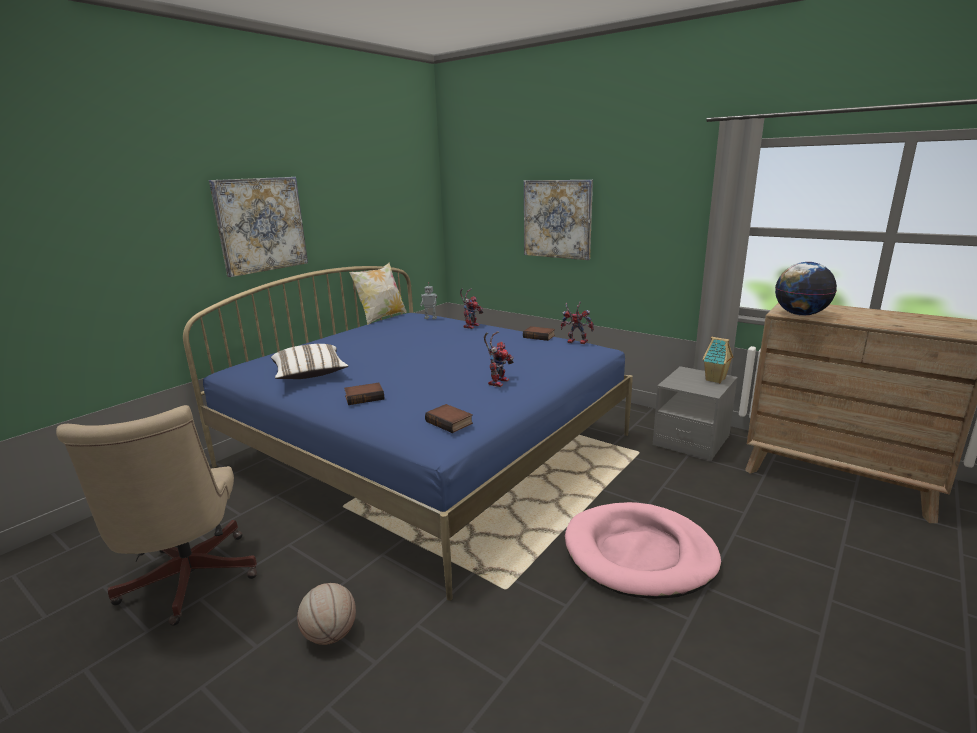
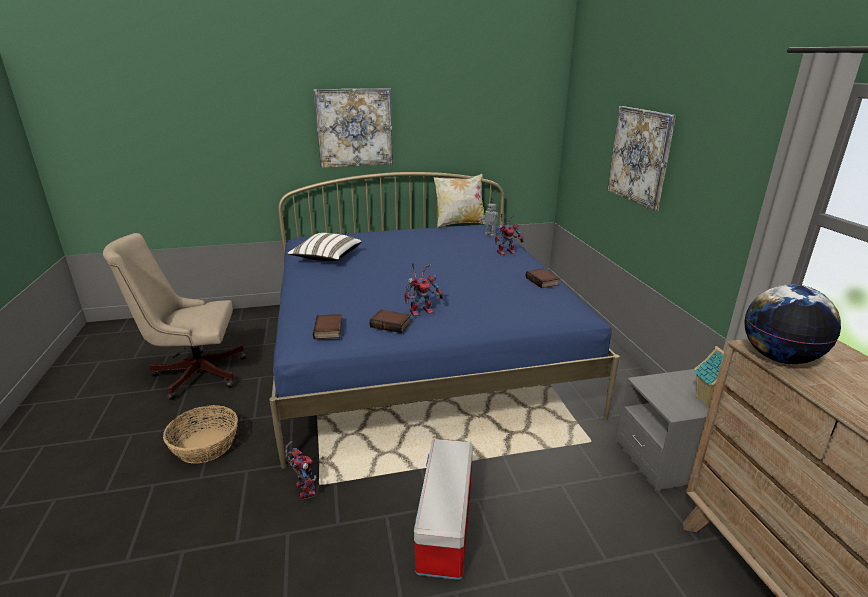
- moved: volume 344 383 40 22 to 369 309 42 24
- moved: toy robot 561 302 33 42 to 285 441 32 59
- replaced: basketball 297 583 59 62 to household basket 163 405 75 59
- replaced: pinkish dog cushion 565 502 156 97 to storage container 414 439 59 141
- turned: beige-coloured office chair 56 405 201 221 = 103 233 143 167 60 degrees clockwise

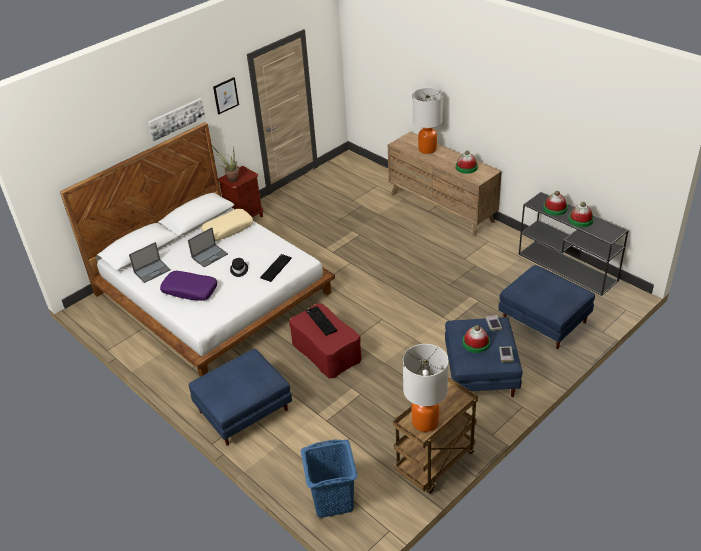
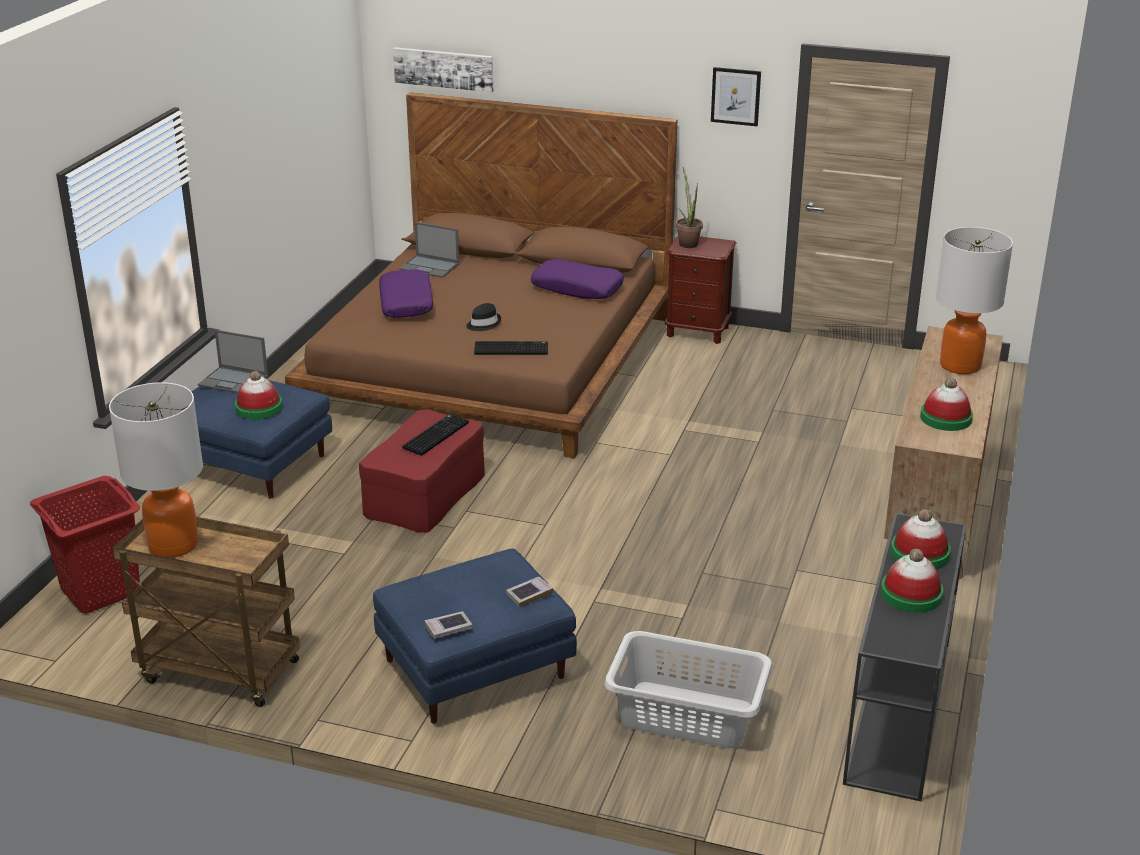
- moved: picture 148 98 57 43 to 393 47 101 45
- moved: notebook computer 188 227 40 40 to 198 330 70 63
- moved: wearable hat 463 325 27 28 to 235 371 48 48
- replaced: blue-coloured footrest 499 265 96 84 to greyish washing basket 604 631 168 118
- recoloured: white-coloured bed 60 122 275 255 to brown bed 285 92 392 366
- recoloured: beige-coloured cushion 201 209 52 32 to purple cushion 531 259 93 40
- recoloured: blue-coloured washing basket 301 440 57 78 to red-coloured washing basket 30 476 110 138

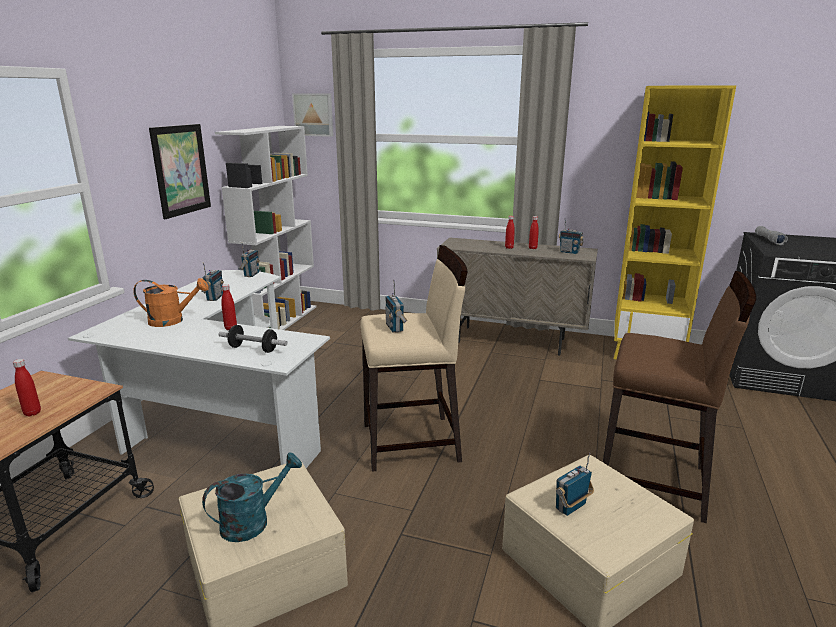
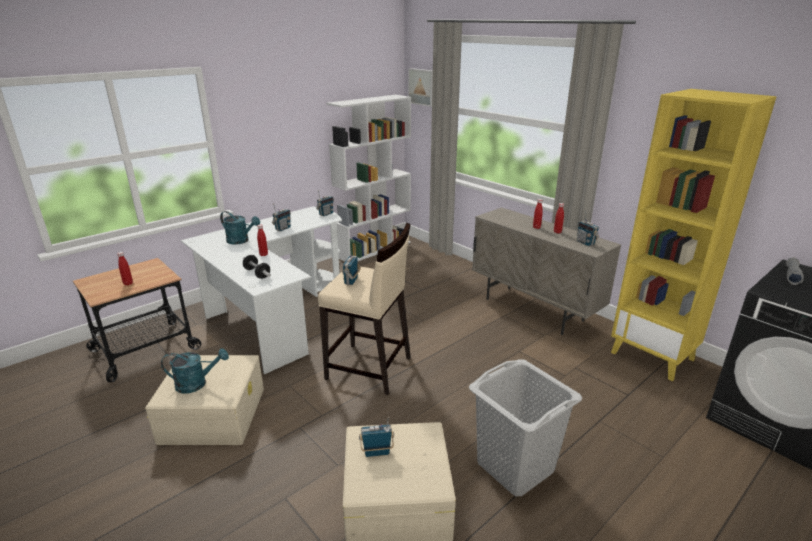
- removed: picture 149 124 62 95
- replaced: brown stool seat 603 271 153 252 to greyish washing basket 469 359 113 137
- recoloured: orange sprinkling can 133 278 76 49 to blue-green sprinkling can 220 211 40 33

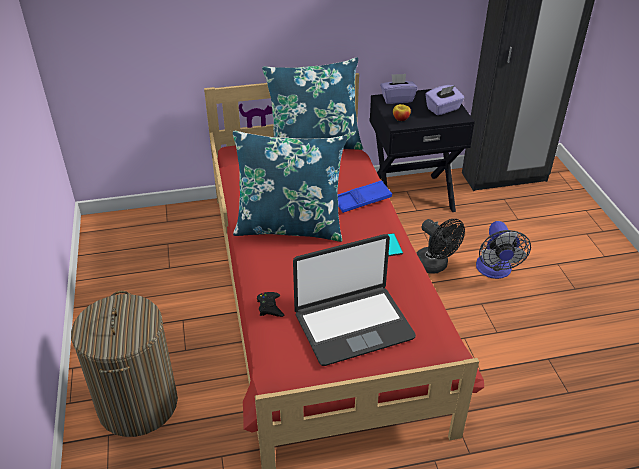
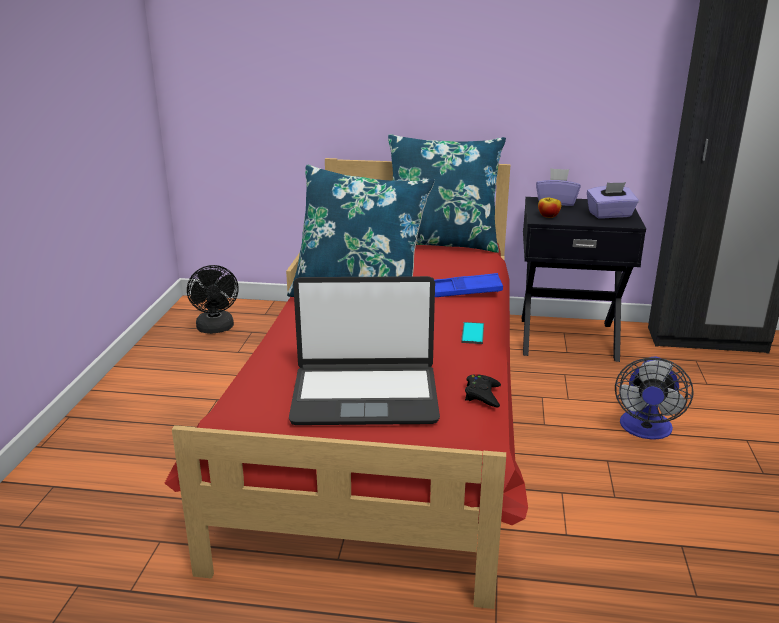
- removed: washing basket 71 291 107 146
- moved: blackish gamepad 257 292 27 25 to 465 374 36 33
- moved: blackish electric fan 416 219 49 55 to 187 265 52 69

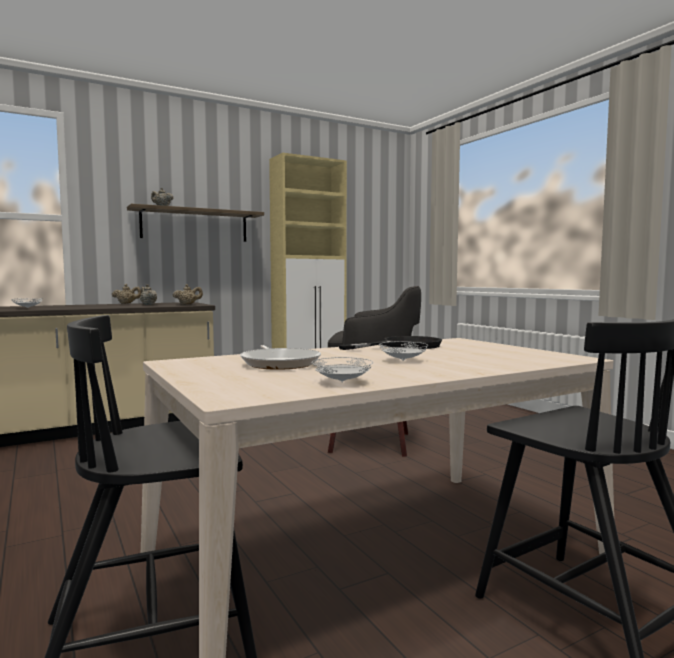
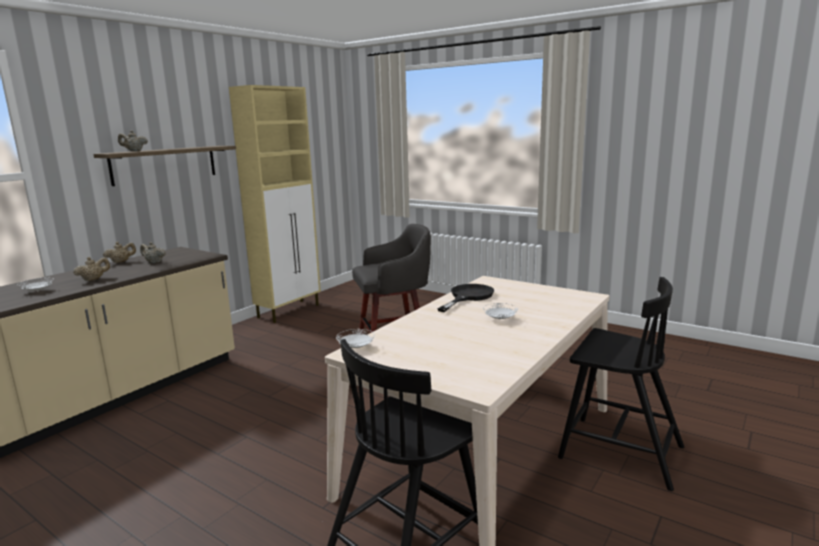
- removed: skillet 240 345 81 25
- moved: beige-coloured tea pot 173 284 30 21 to 73 257 37 24
- moved: white-coloured flat dish 311 357 62 26 to 336 329 39 19

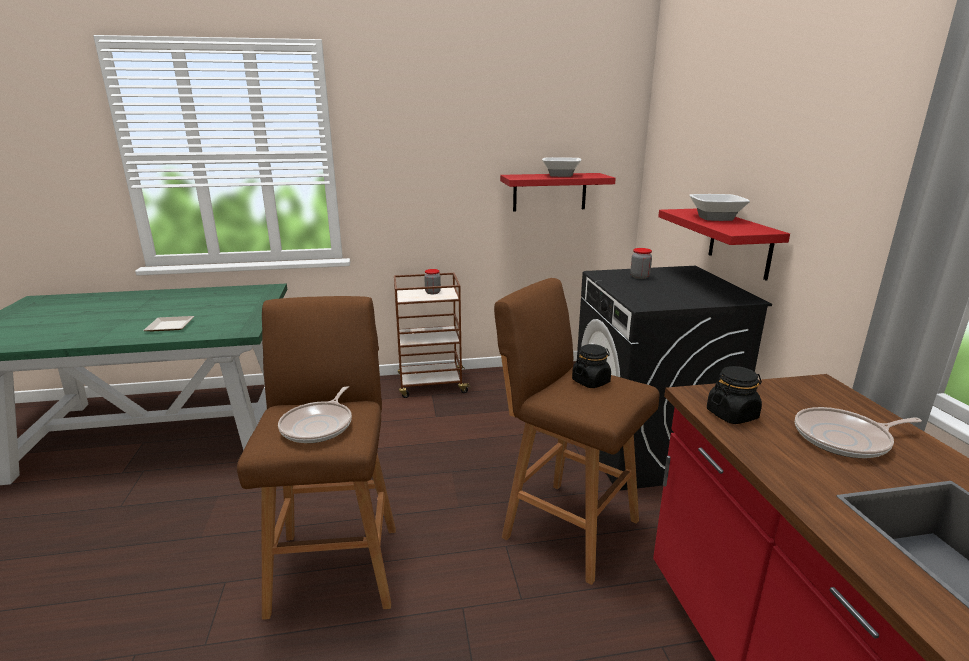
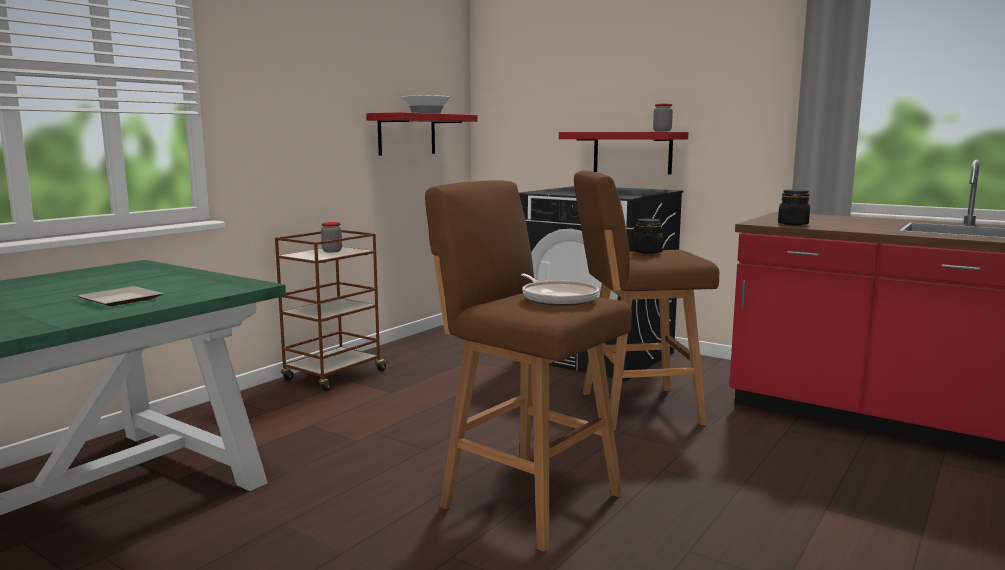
- removed: bowl 689 194 61 27
- removed: skillet 795 407 127 51
- moved: preserve jar 630 248 22 31 to 653 104 20 28

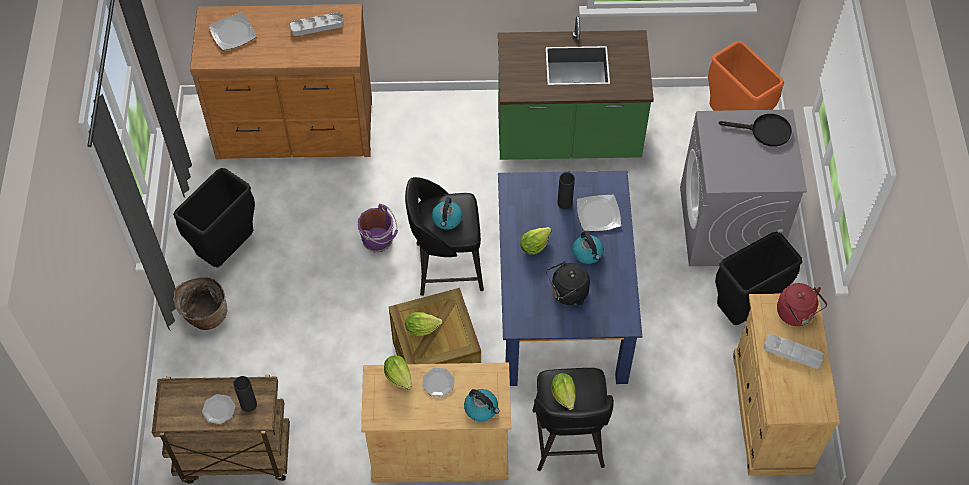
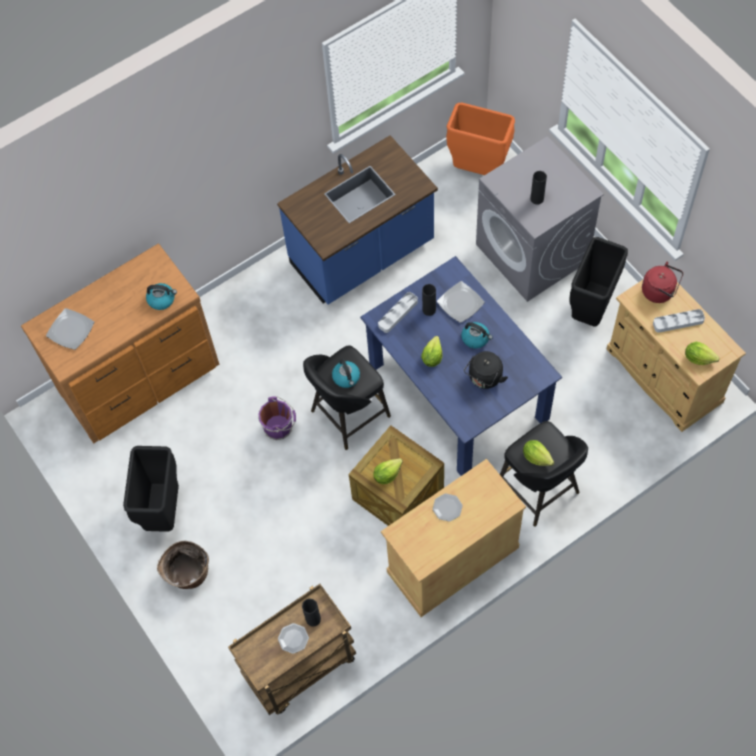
- removed: blackish skillet 719 114 73 33
- added: blackish vase 531 171 16 34
- moved: greyish tray 290 12 54 24 to 378 292 40 41
- moved: lettuce 384 355 28 35 to 685 342 35 23
- moved: kettle 464 389 36 32 to 146 283 31 27
- recoloured: green-coloured kitchen counter 498 16 156 144 to blue-coloured kitchen counter 277 135 161 169

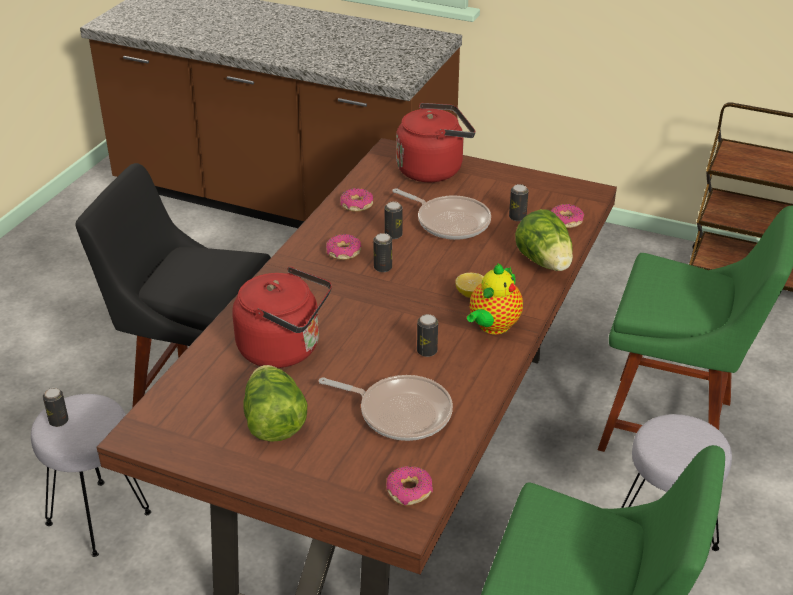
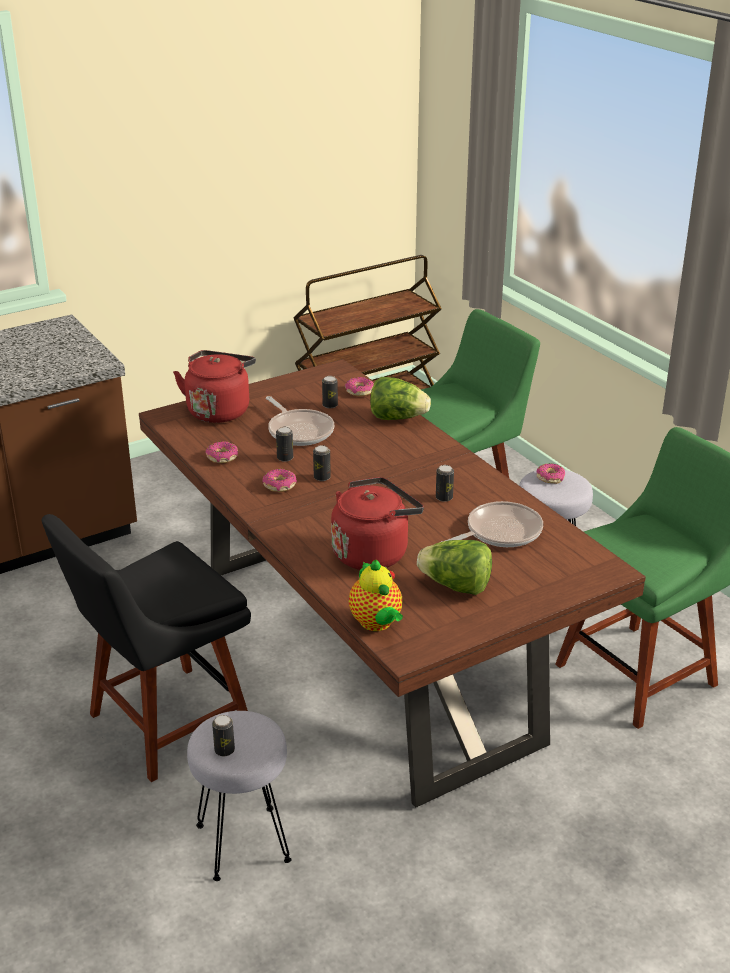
- removed: lemon 455 273 29 25
- moved: doughnut 386 466 47 39 to 536 463 29 21
- moved: tea pot 467 264 56 70 to 349 560 54 71
- turned: skillet 392 188 99 52 = 266 396 68 50 75 degrees clockwise

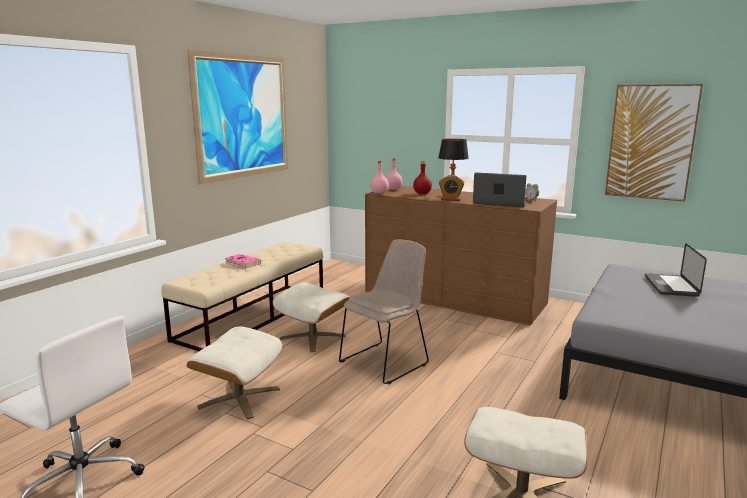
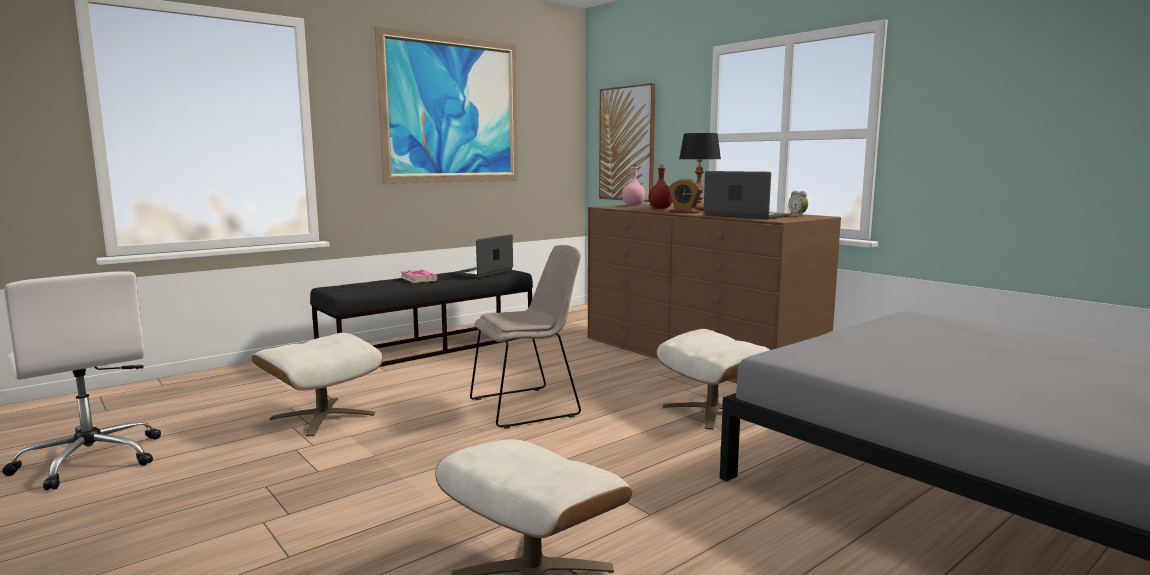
- removed: pinkish bottle 370 161 19 33
- moved: beige-coloured footrest 273 282 77 70 to 656 329 114 101
- moved: picture 605 84 98 117 to 599 83 57 119
- moved: notebook computer 645 243 62 54 to 451 234 62 45
- recoloured: beige-coloured indoor bench 162 242 161 109 to blackish indoor bench 310 270 223 97

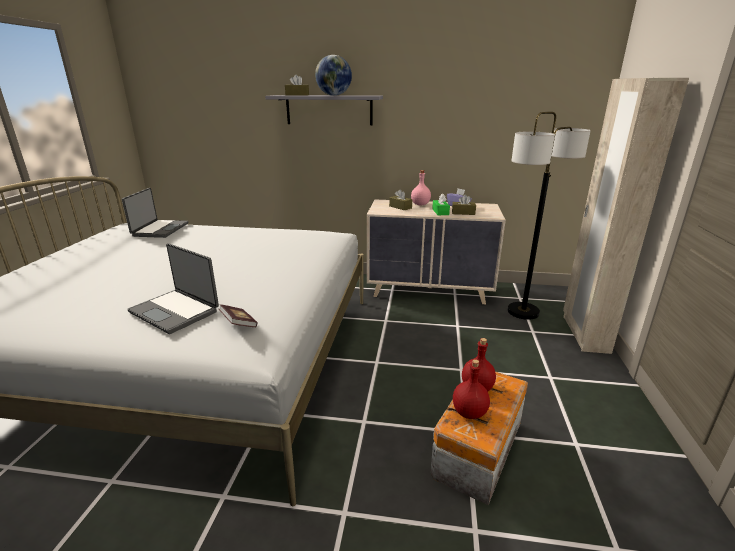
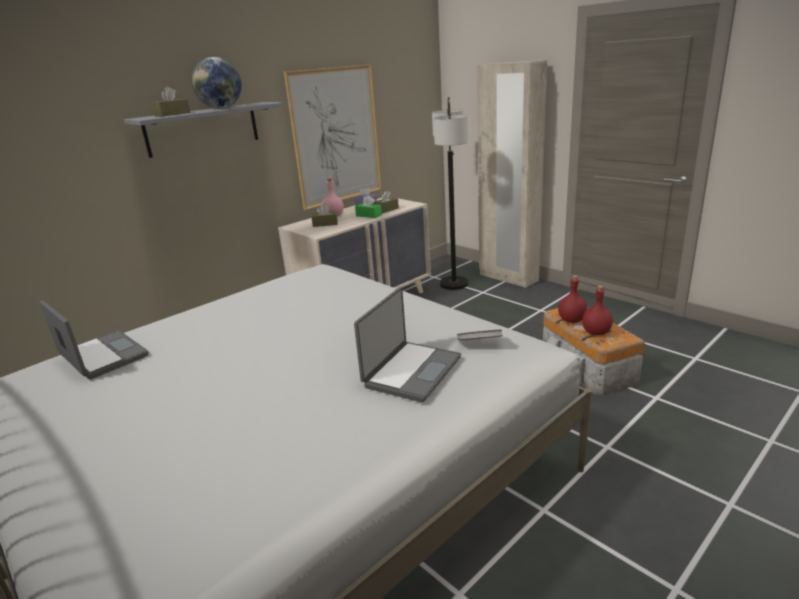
- added: picture 284 64 98 146
- turned: notebook computer 127 243 92 91 = 354 287 107 115 45 degrees counterclockwise

